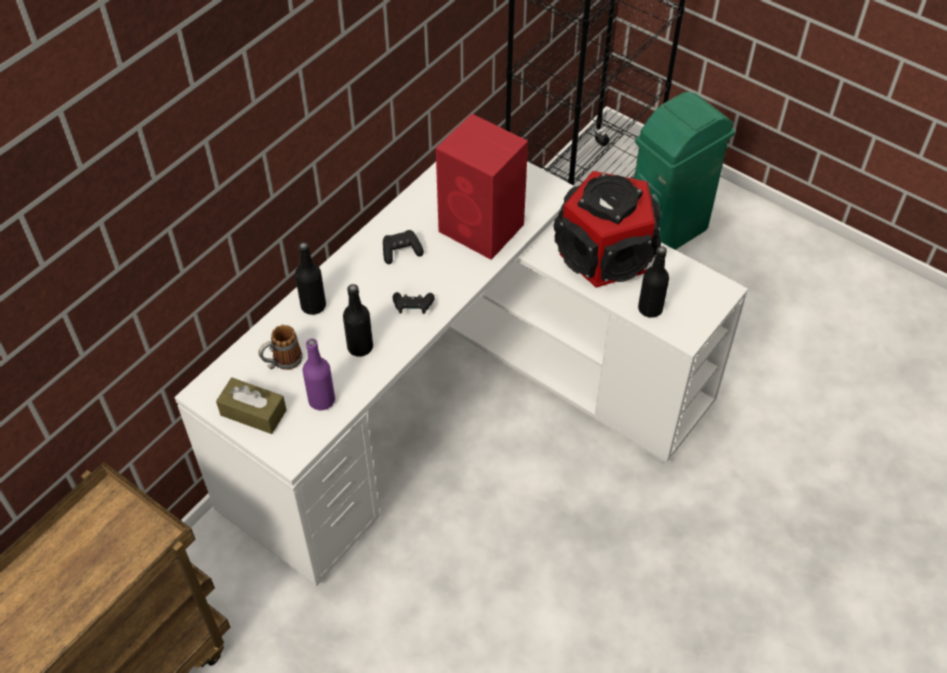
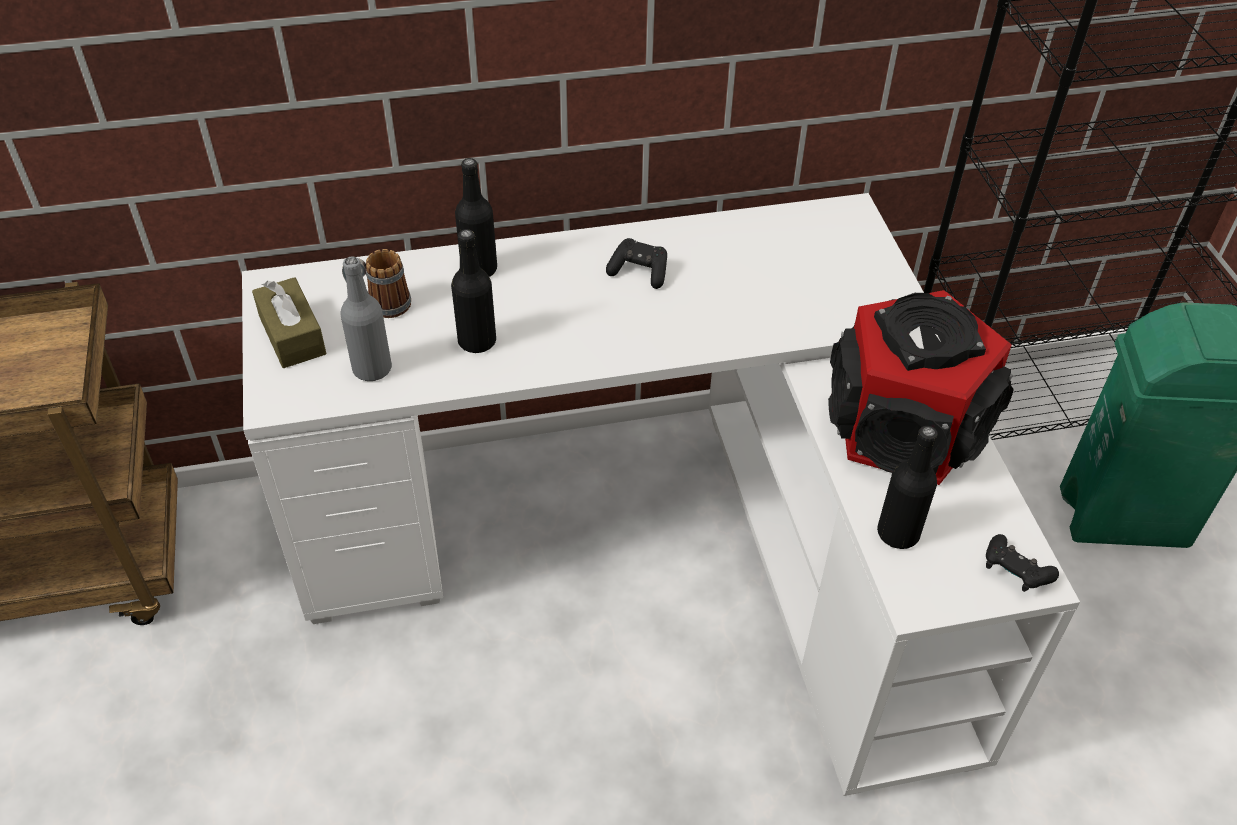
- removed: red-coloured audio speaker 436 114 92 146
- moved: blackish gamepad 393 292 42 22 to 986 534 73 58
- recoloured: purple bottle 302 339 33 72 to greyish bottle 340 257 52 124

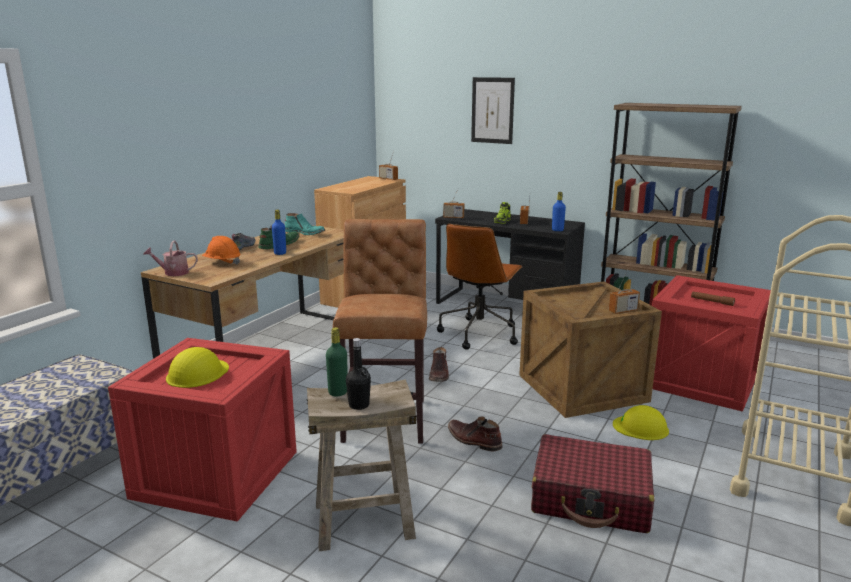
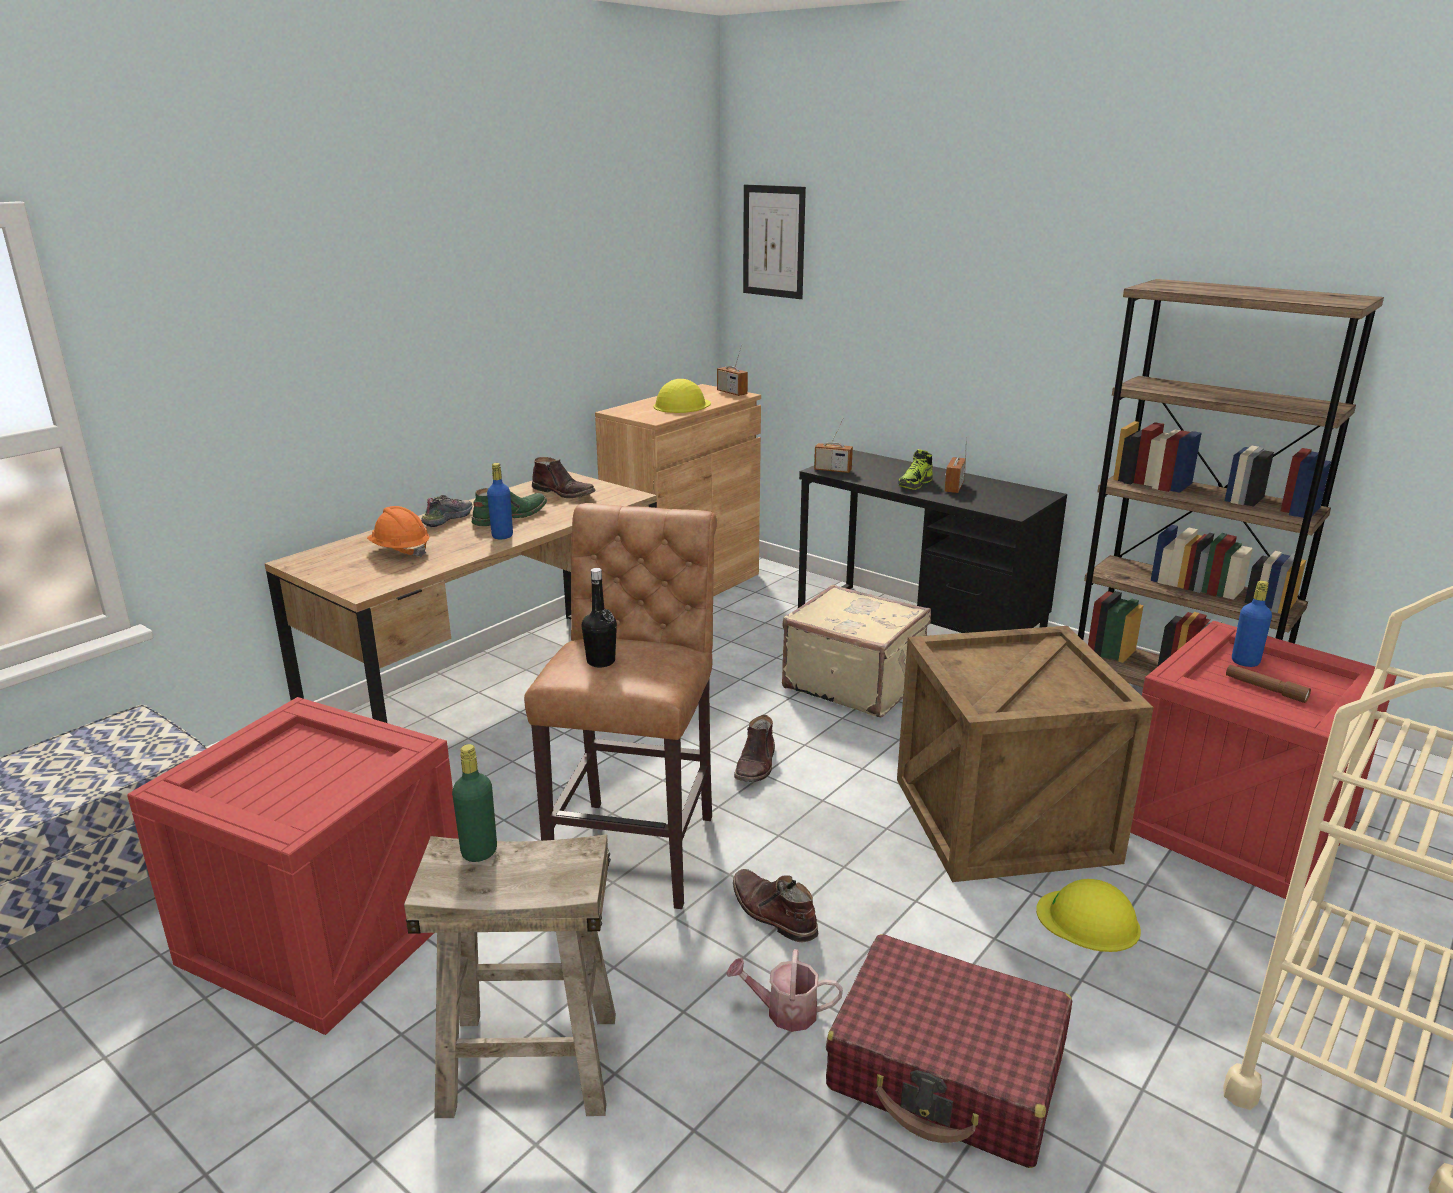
- removed: radio 609 269 31 45
- moved: sprinkling can 143 240 55 36 to 726 949 117 83
- moved: yellow-coloured hard hat 166 347 63 41 to 653 379 58 34
- moved: blackish bottle 346 338 25 72 to 582 568 35 99
- moved: picture 471 77 44 67 to 743 185 63 114
- moved: blue-coloured bottle 552 192 14 39 to 1232 581 40 86
- replaced: brown office chair 437 224 86 126 to beige-coloured suitcase 782 585 149 133
- recoloured: blue-green tall boot 285 213 40 22 to brown tall boot 532 457 63 41

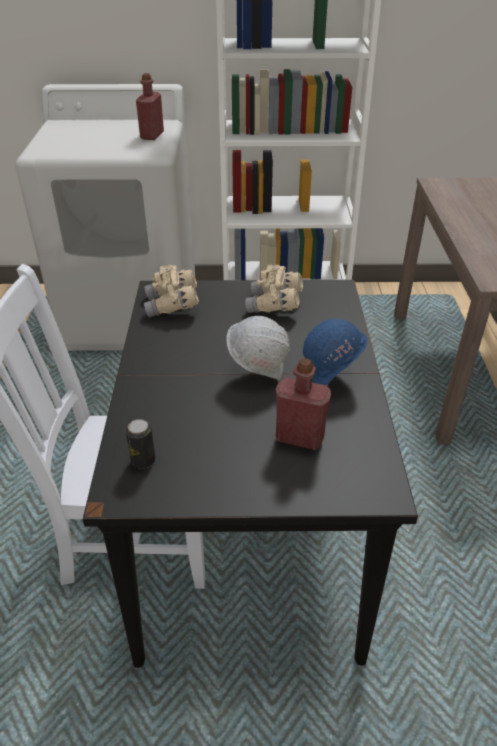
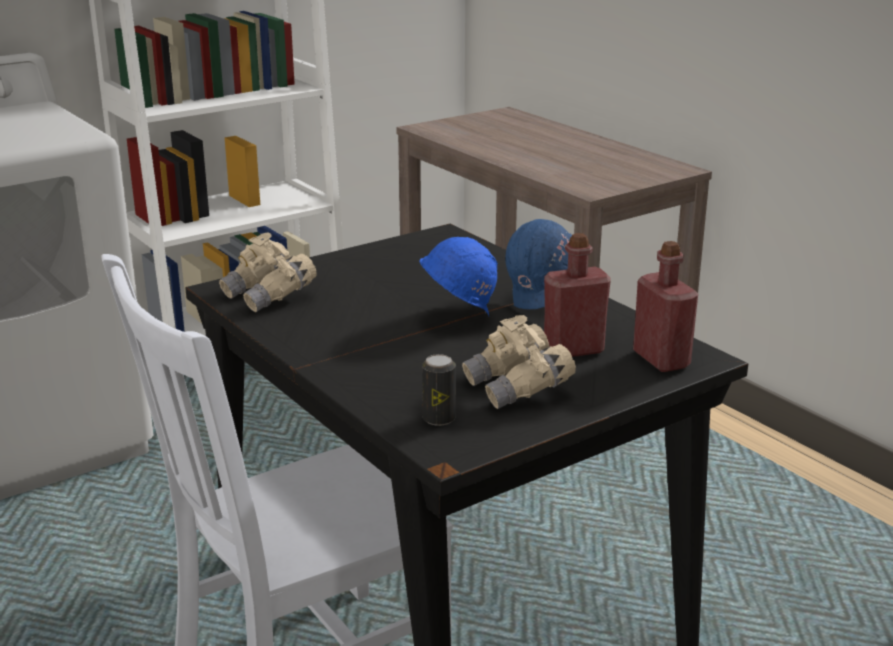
- moved: red-coloured bottle 136 73 28 67 to 633 241 65 131
- moved: beige-coloured pair of binoculars 245 265 58 48 to 462 315 114 94
- recoloured: white-coloured hard hat 226 316 64 64 to blue-coloured hard hat 420 237 78 79

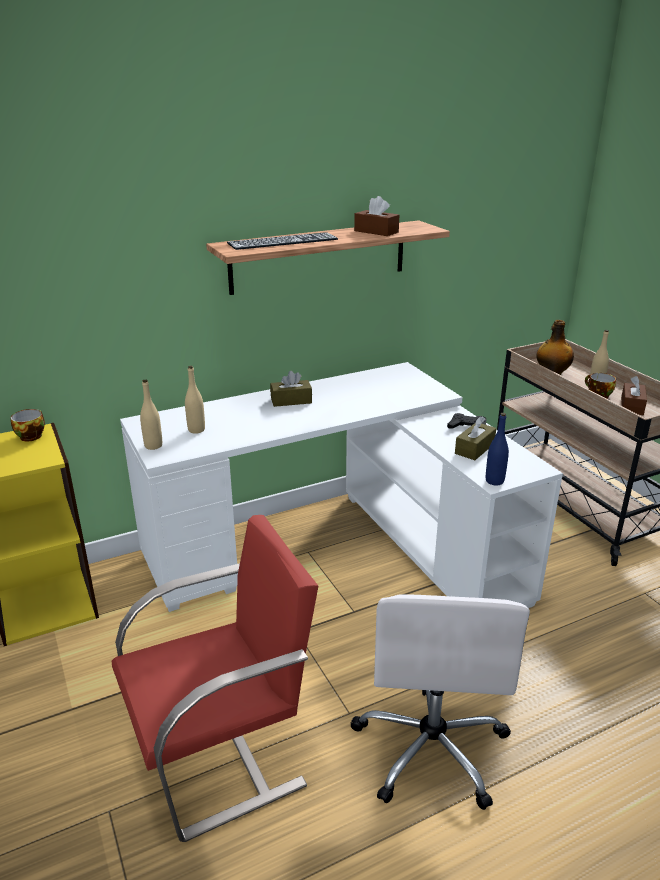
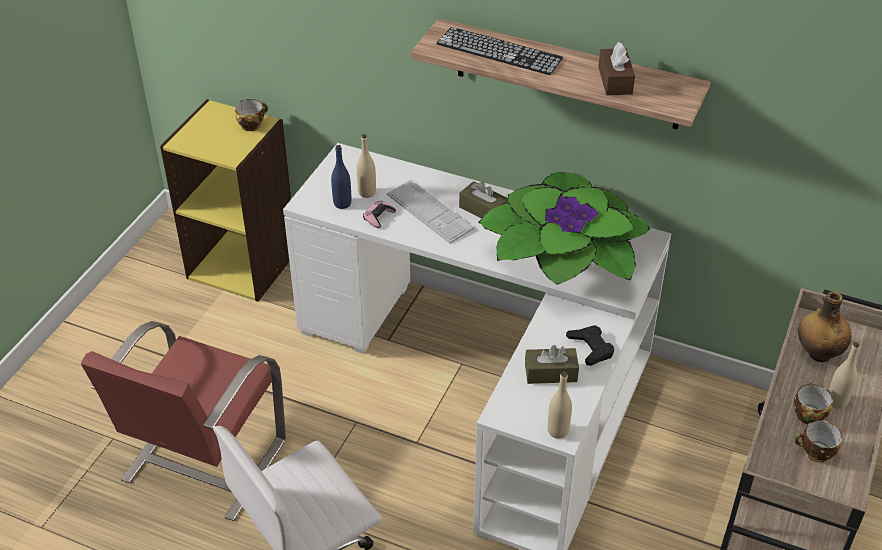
- added: pinkish gamepad 363 201 33 27
- added: keyboard 387 179 87 65
- added: houseplant 478 172 172 113
- moved: beige-coloured bottle 140 380 22 70 to 548 372 24 67
- moved: blue-coloured bottle 486 413 23 72 to 331 145 20 64
- replaced: brown tissue holder 621 376 26 39 to drinking cup 794 420 48 42
- turned: red-coloured plain chair 112 515 206 327 = 81 321 205 200 90 degrees clockwise

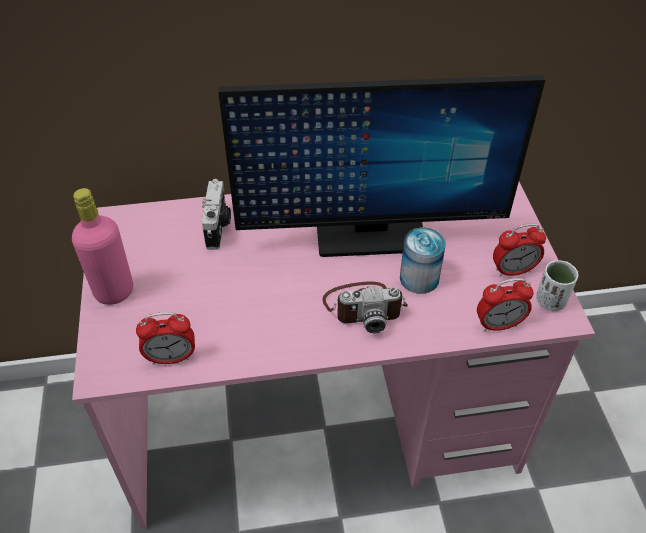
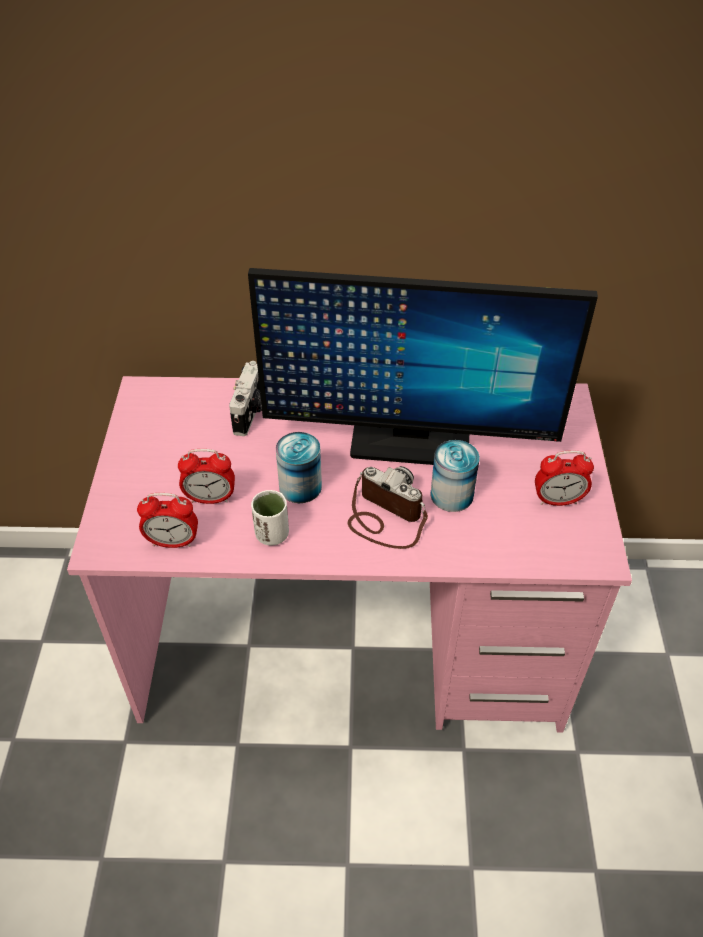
- removed: pinkish bottle 72 188 61 117
- added: metal can 276 432 46 71
- moved: alarm clock 477 278 57 54 to 178 449 57 55
- moved: white-coloured drinking cup 536 260 42 51 to 251 490 38 56
- turned: photo camera 322 282 86 51 = 348 466 80 83 150 degrees counterclockwise

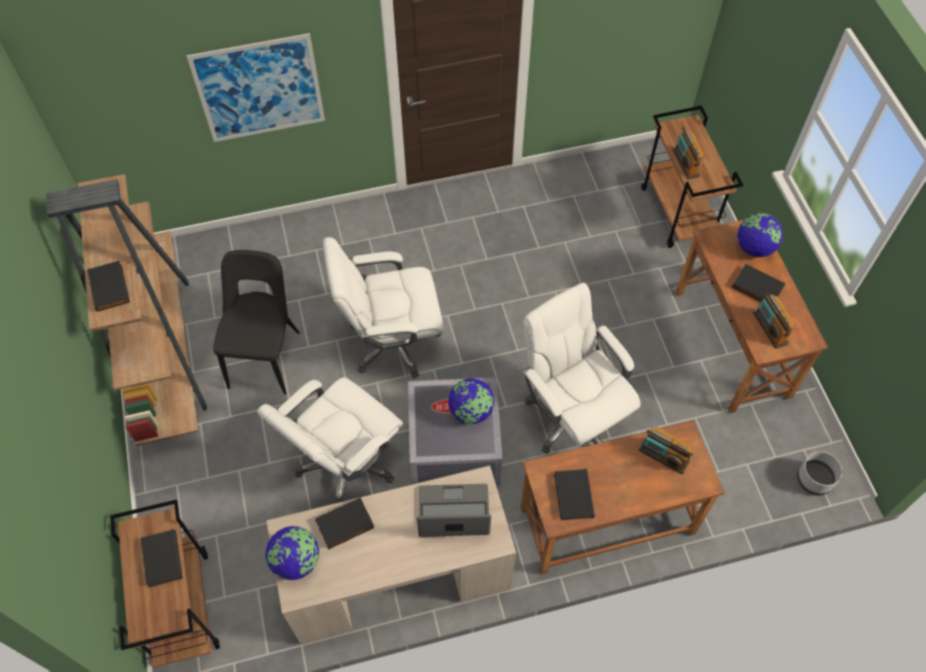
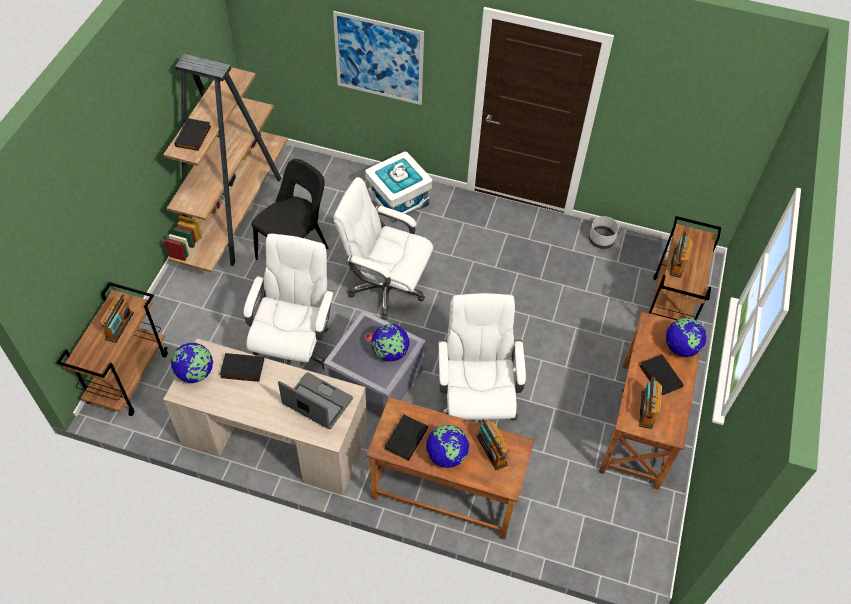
- added: white-coloured storage container 365 151 68 72
- added: desk globe 426 425 43 43
- moved: greyish flower pot 797 451 46 45 to 589 216 30 33
- replaced: blackish volume 141 529 41 59 to radio 100 294 34 49
- turned: white-coloured office chair 257 377 146 126 = 243 234 92 135 120 degrees clockwise

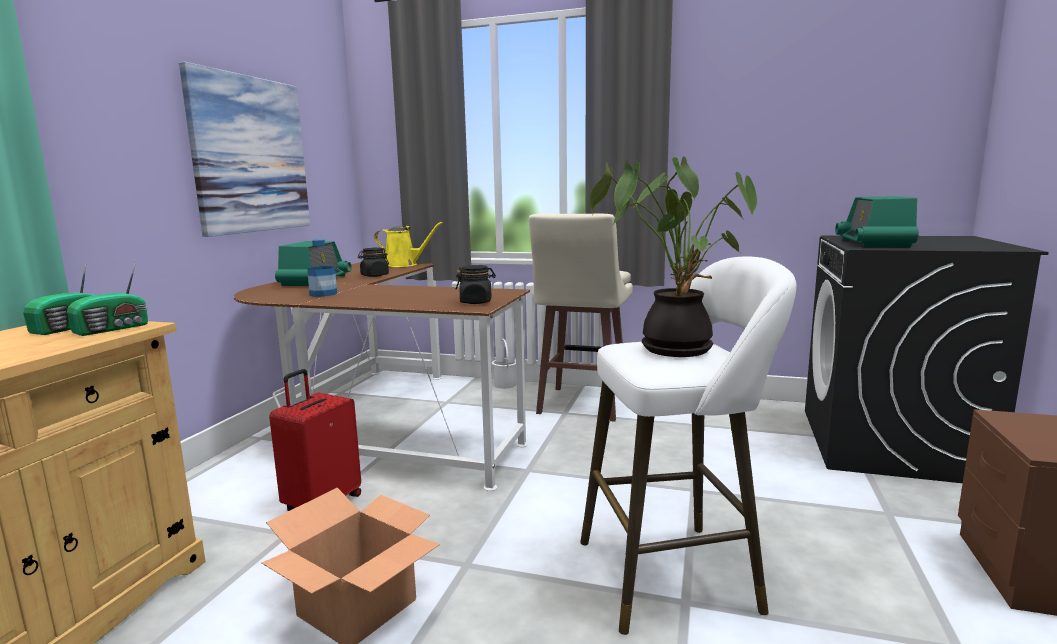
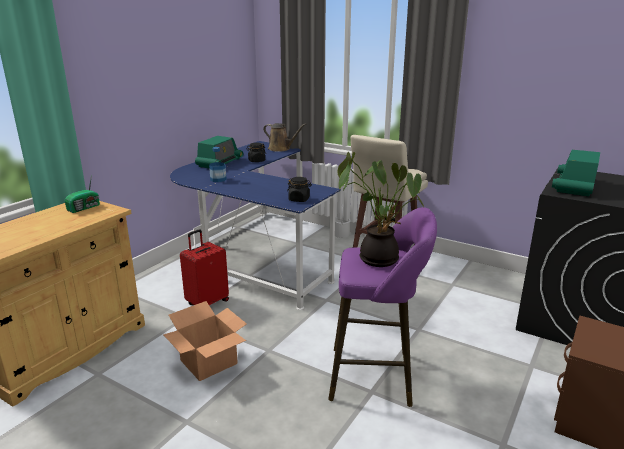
- removed: radio 67 263 81 73
- removed: picture 179 62 131 175
- recoloured: brown desk 234 262 296 229 to blue-coloured desk 170 141 171 169
- recoloured: yellow-coloured sprinkling can 374 222 69 45 to brown sprinkling can 263 123 43 29
- recoloured: white-coloured stool seat 580 256 216 379 to purple stool seat 328 207 109 200

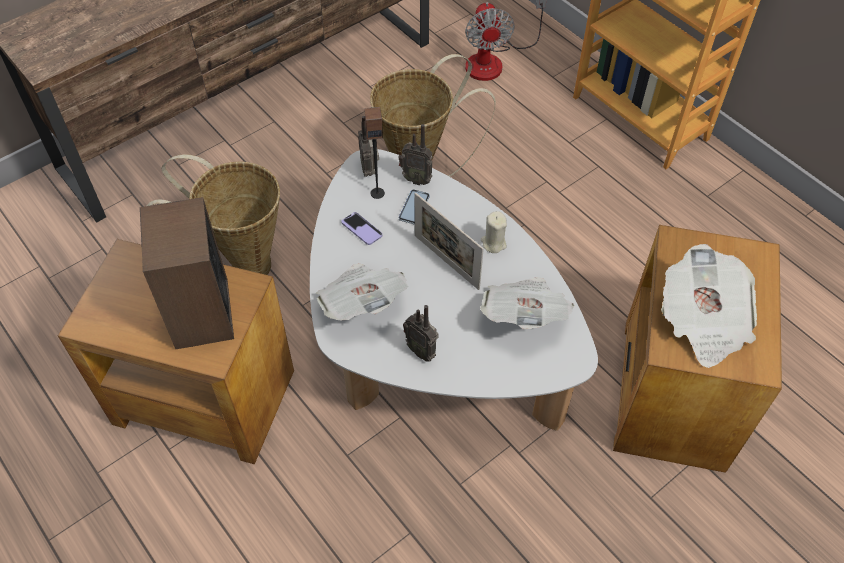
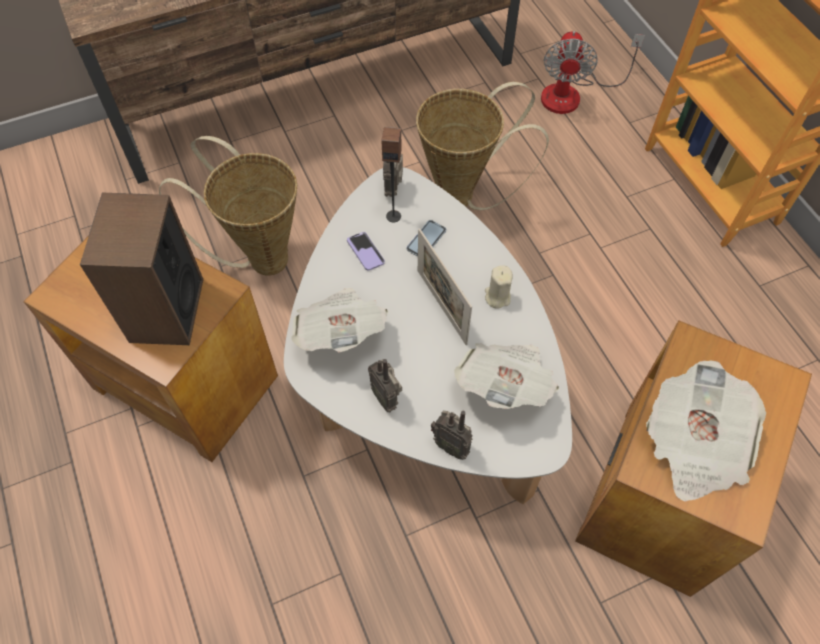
- moved: radio 398 124 35 61 to 431 411 41 49

